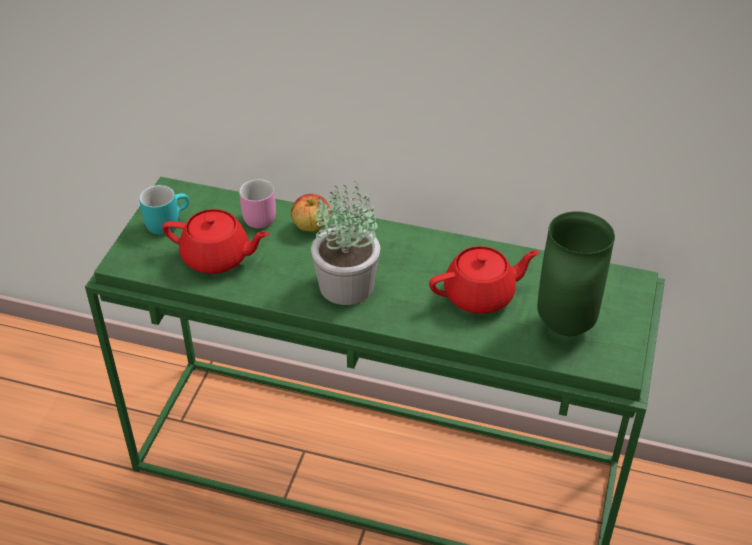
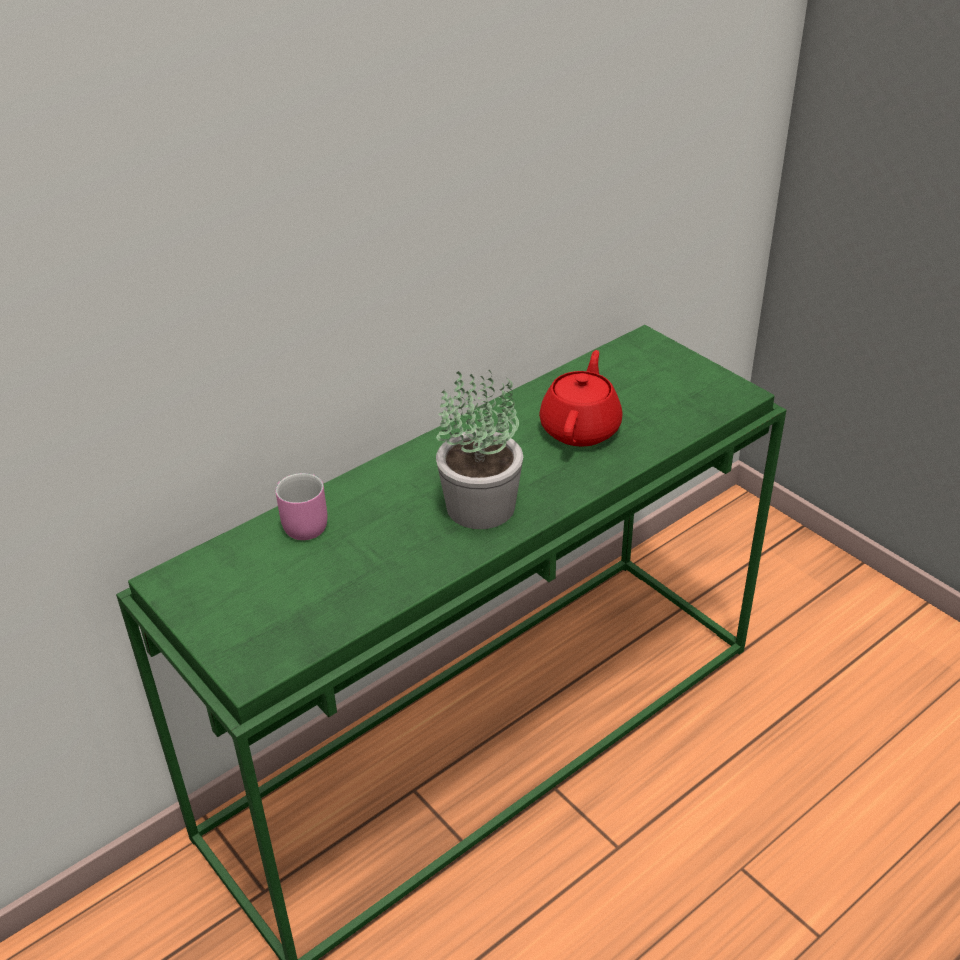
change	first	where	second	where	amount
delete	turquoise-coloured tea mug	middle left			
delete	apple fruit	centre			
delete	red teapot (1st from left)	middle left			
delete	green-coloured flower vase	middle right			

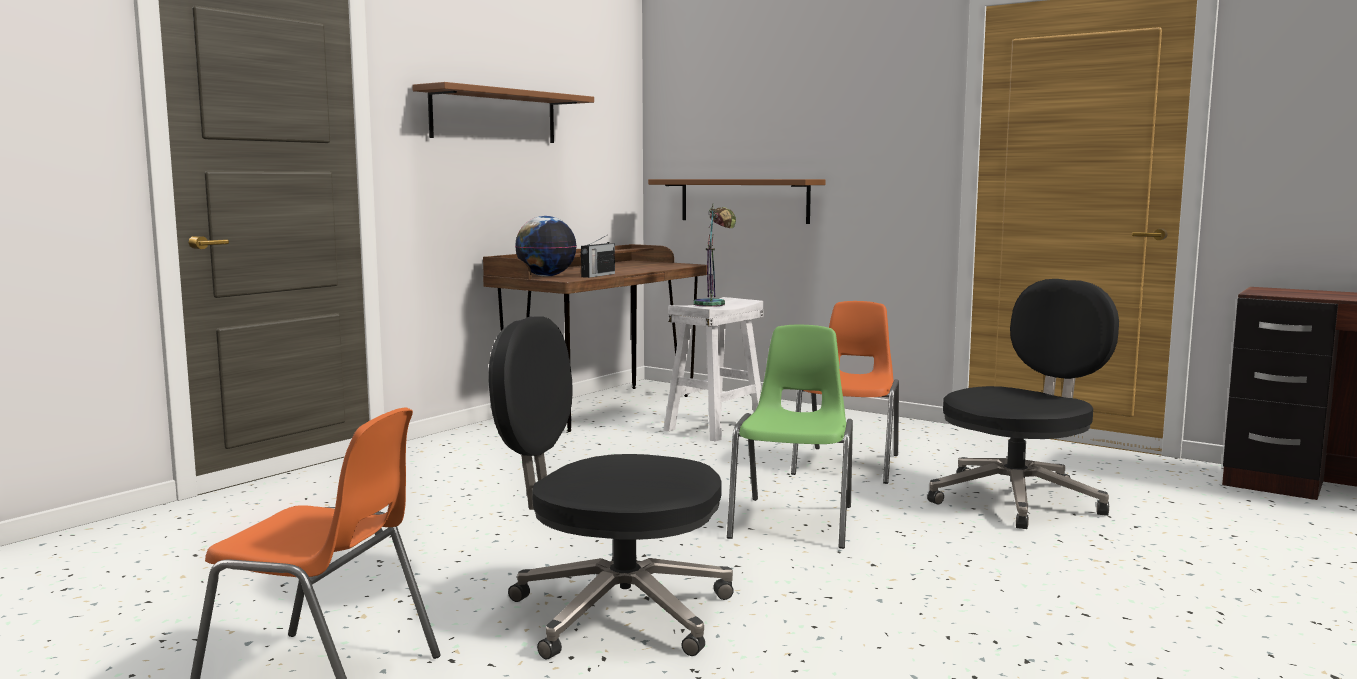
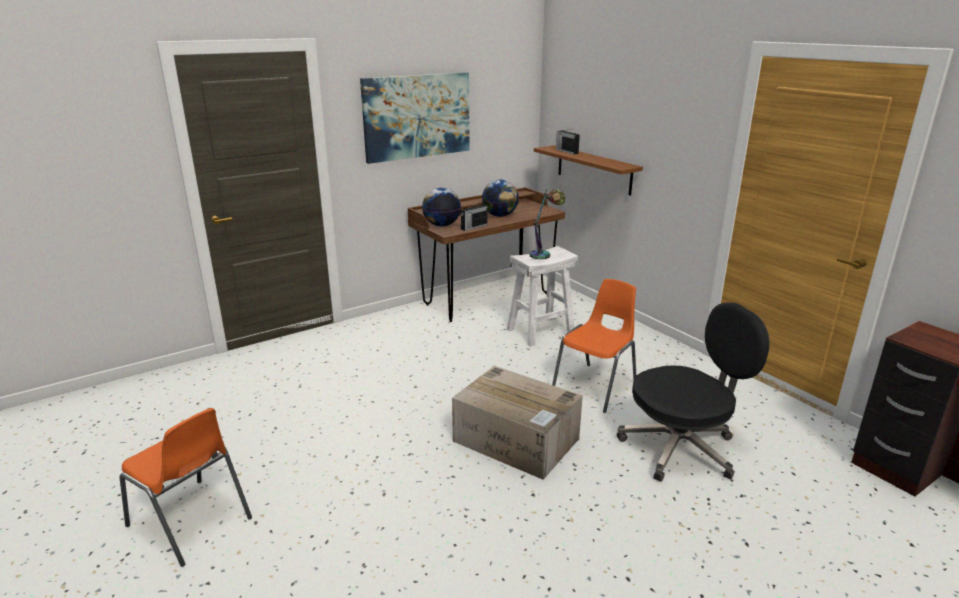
change	first	where	second	where	amount
replace	brown-coloured shelf (1st from left)	top centre	wall picture	top centre	
delete	blackish desk chair (1st from left)	bottom centre			
replace	green-coloured upright chair	centre	packing box	bottom centre	
insert			radio (2nd from left)	top centre	
insert			world globe (2nd from left)	top centre	

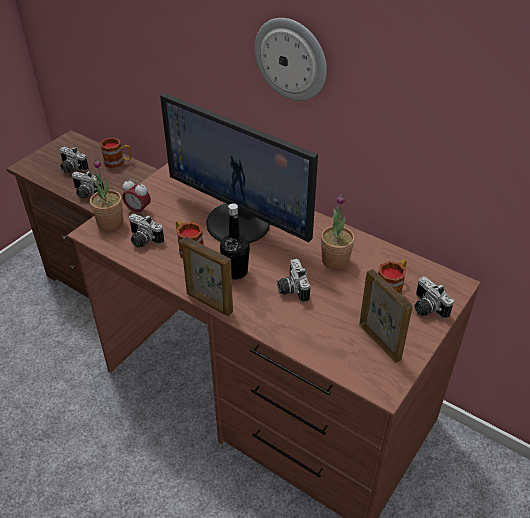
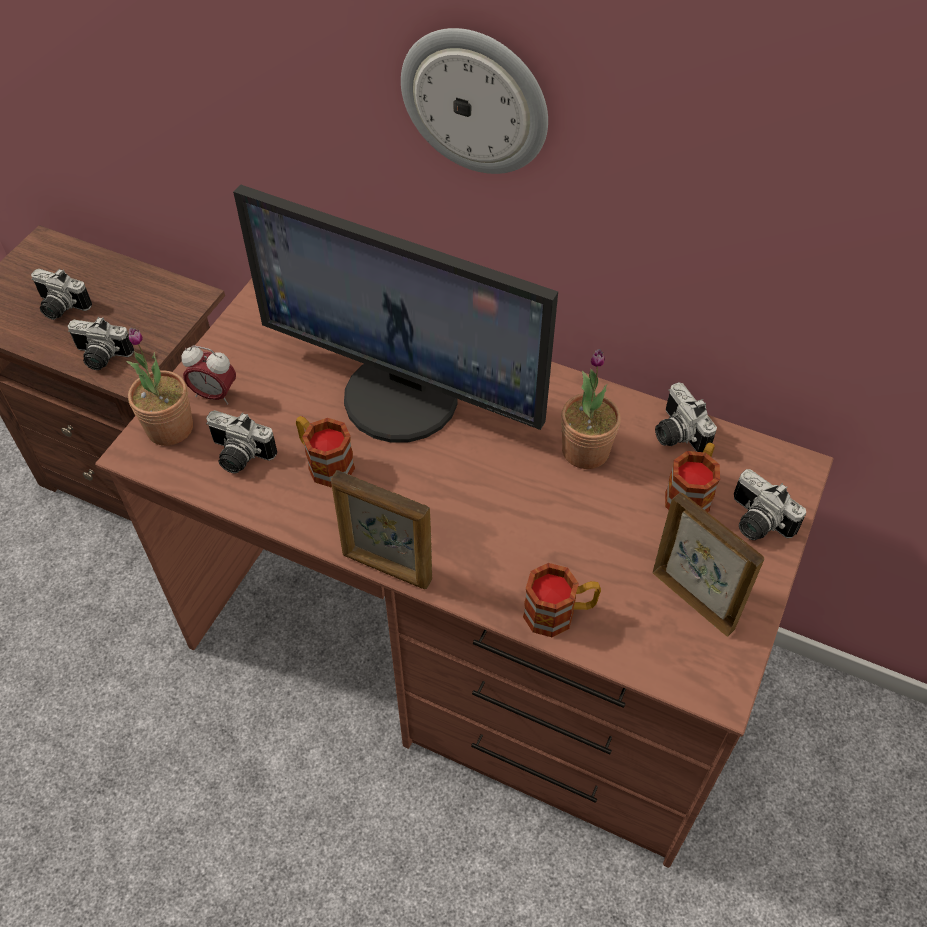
change	first	where	second	where	amount
move	tea mug (1st from left in the first image)	top left	tea mug (2nd from left)	centre	
delete	blackish bottle	centre			
move	still camera (4th from left)	centre		middle right	

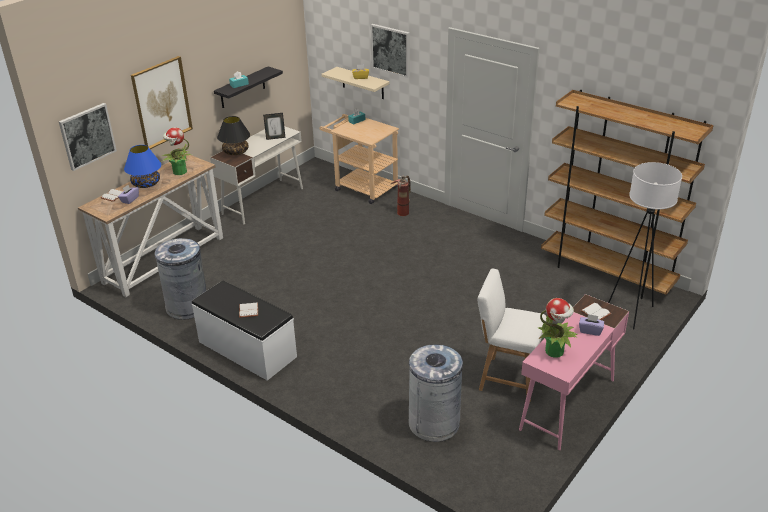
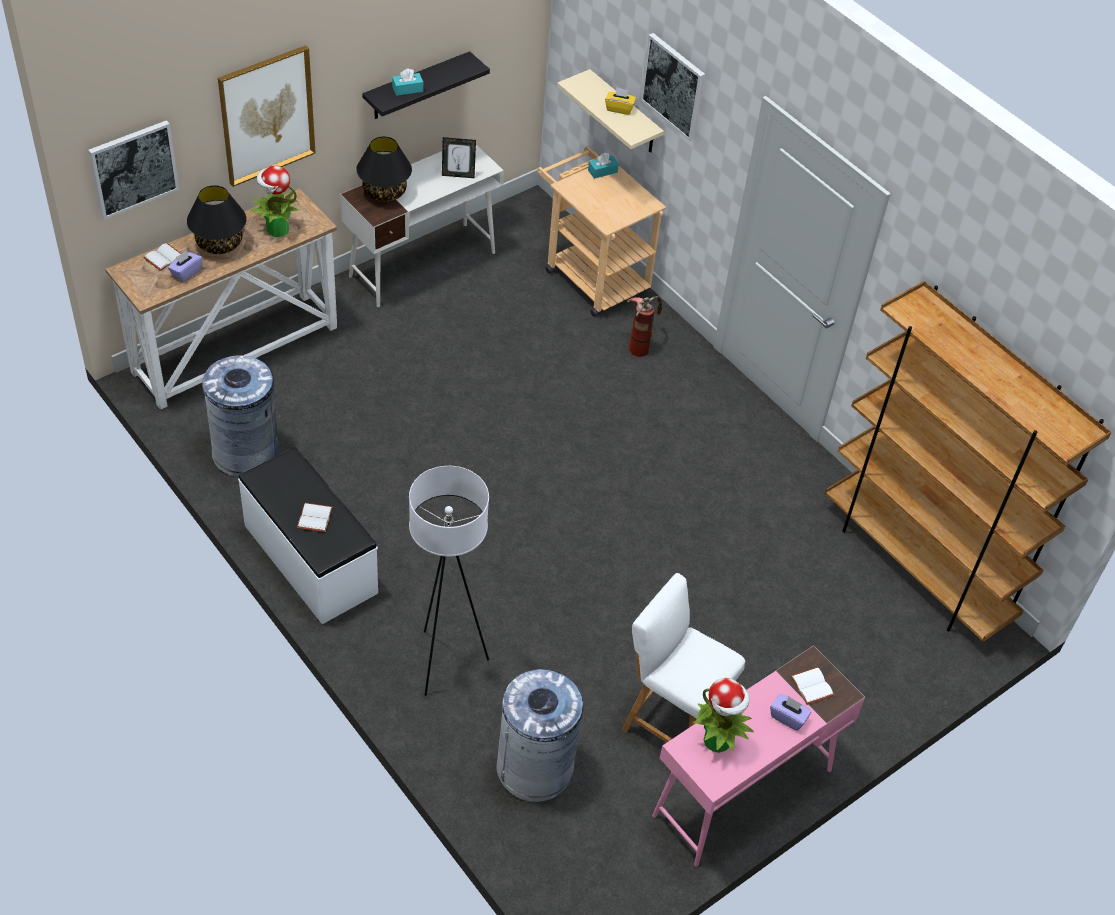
change	first	where	second	where	amount
recolor	bluish table lamp	top left	blackish table lamp (1st from left)	top left	
move	whitish floor lamp	middle right		centre	

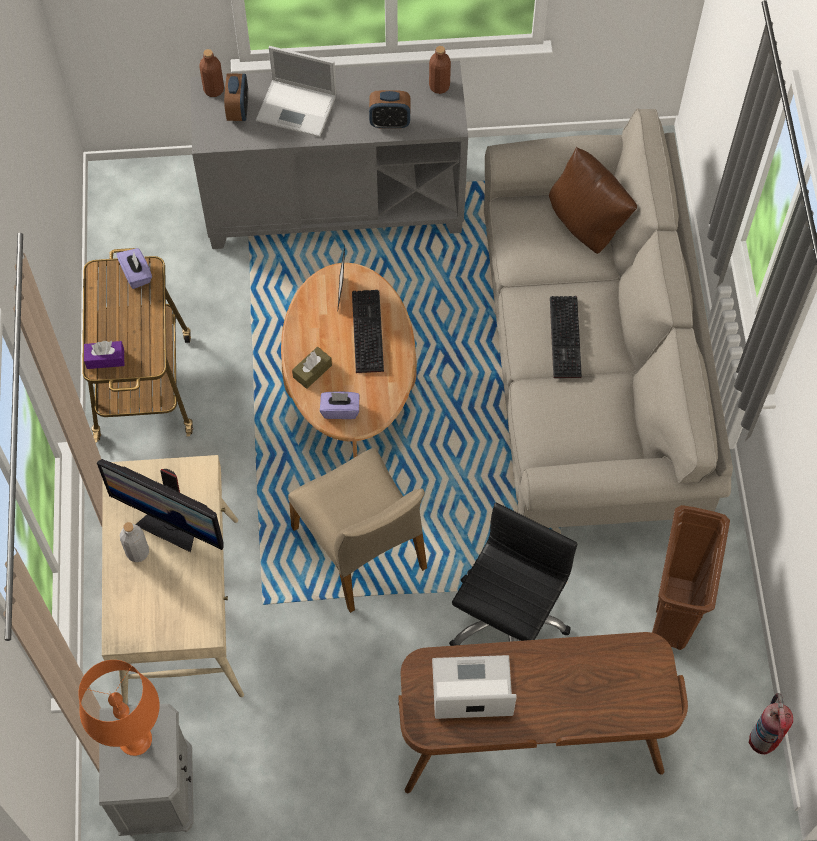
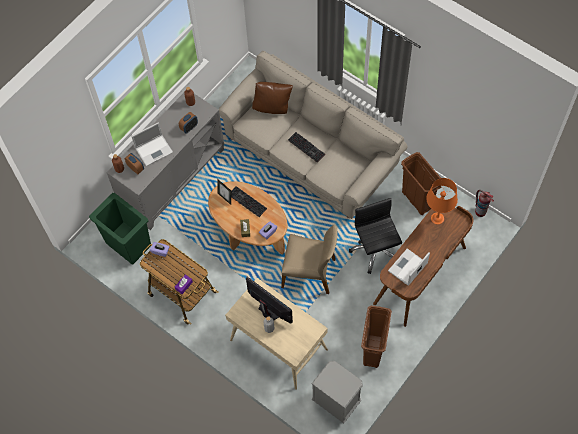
change	first	where	second	where	amount
rotate	computer screen	middle left		bottom centre	120 degrees counterclockwise
move	orange table lamp	bottom left		middle right	
insert			green-coloured waste bin	middle left	
insert			brown-coloured waste bin (1st from left)	bottom centre	

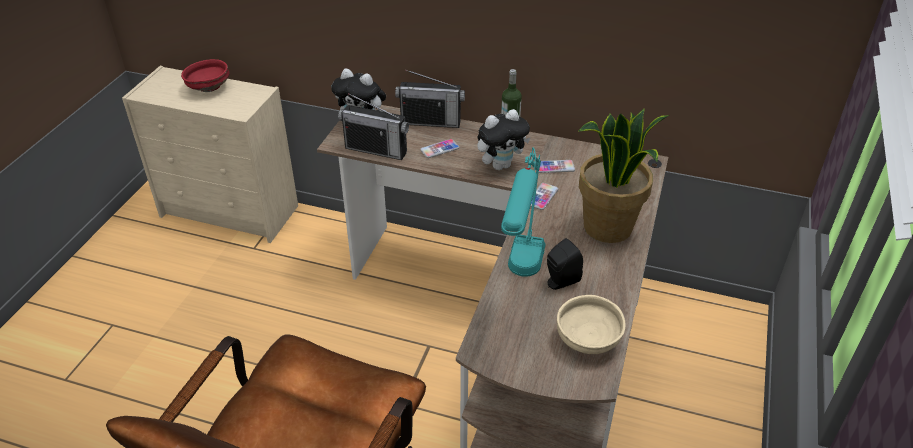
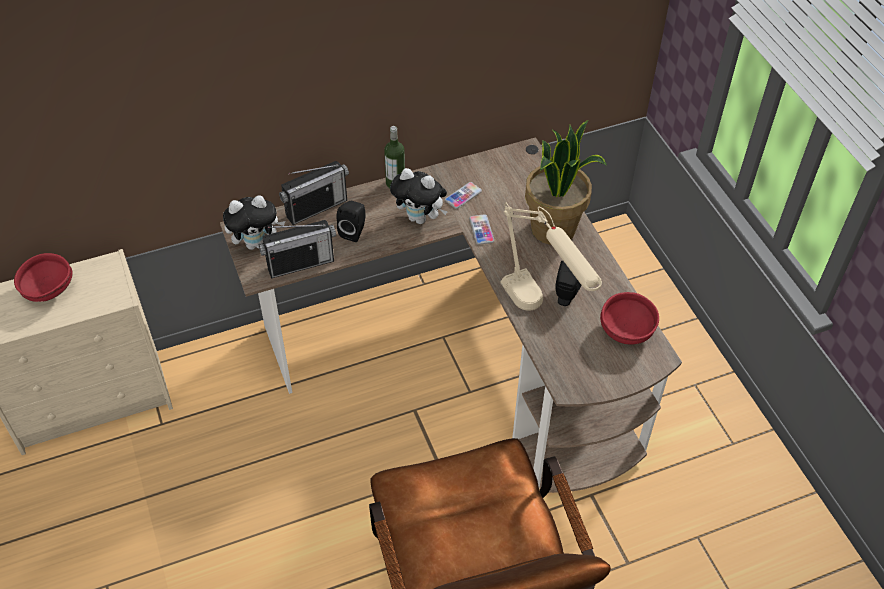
change	first	where	second	where	amount
rotate	plush toy (2nd from left)	top centre		top centre	90 degrees clockwise
replace	telephone (1st from left)	top centre	blackish loudspeaker (1st from left)	centre	
recolor	turquoise-coloured table lamp	centre	beige-coloured table lamp	centre	
recolor	beige-coloured serving bowl	bottom centre	red serving bowl (2nd from left)	middle right	

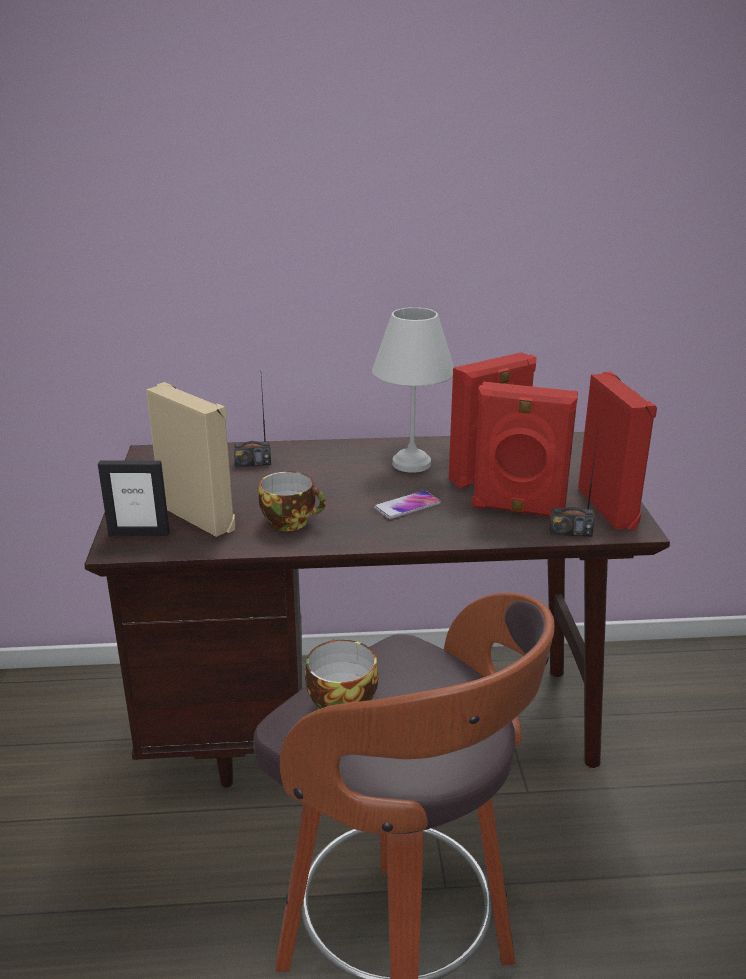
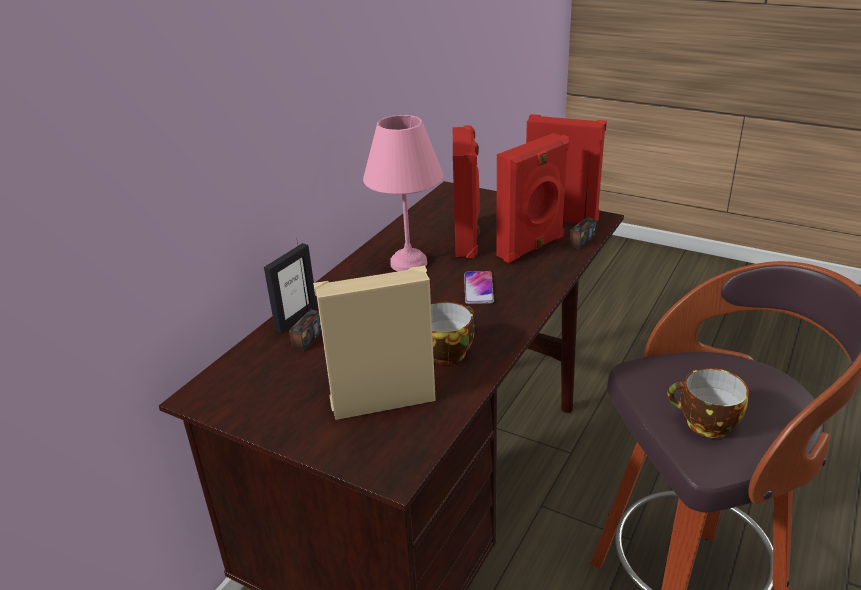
change	first	where	second	where	amount
recolor	whitish table lamp	centre	pinkish table lamp	top centre	
move	photo frame	middle left		centre	

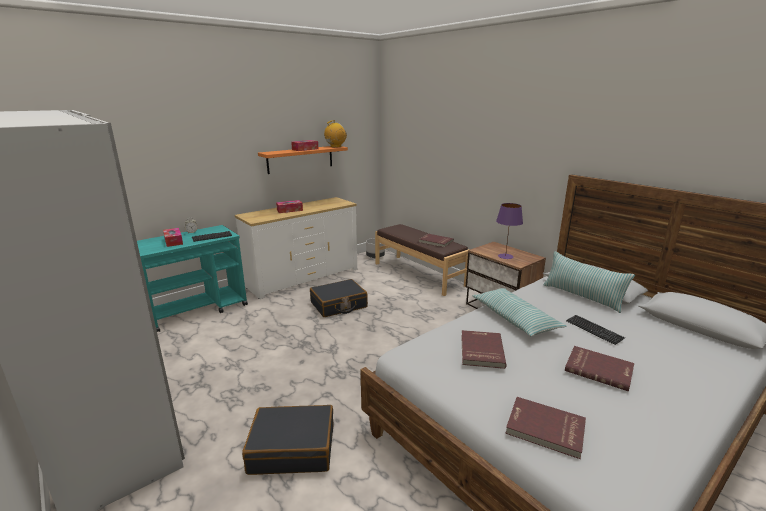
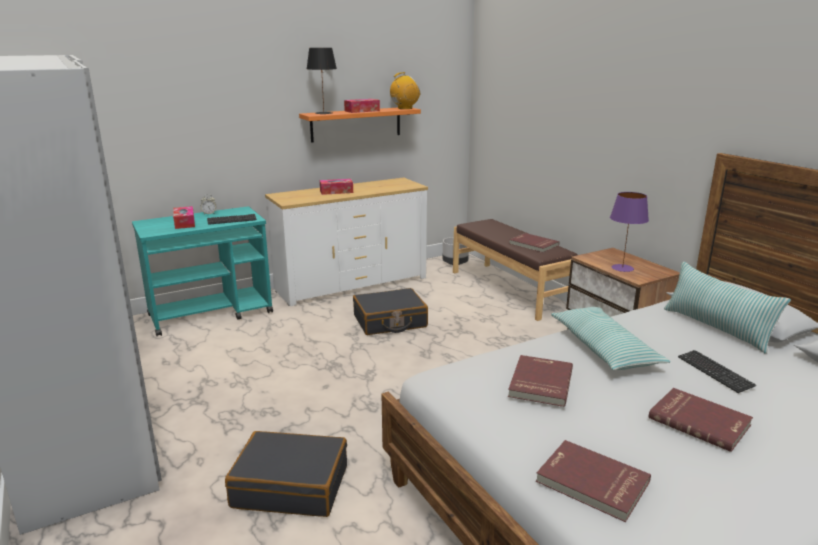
change	first	where	second	where	amount
insert			blackish table lamp	top centre	

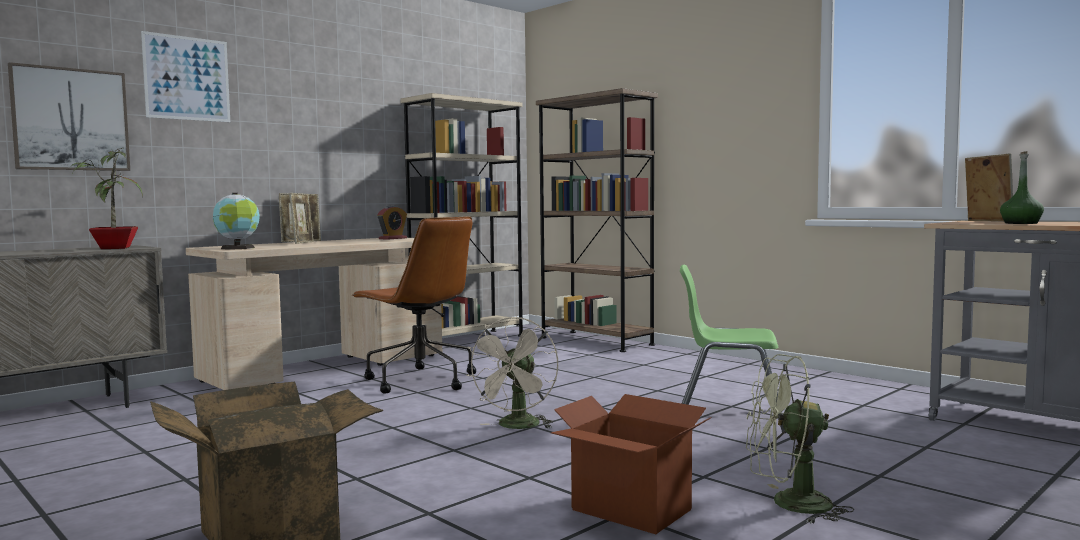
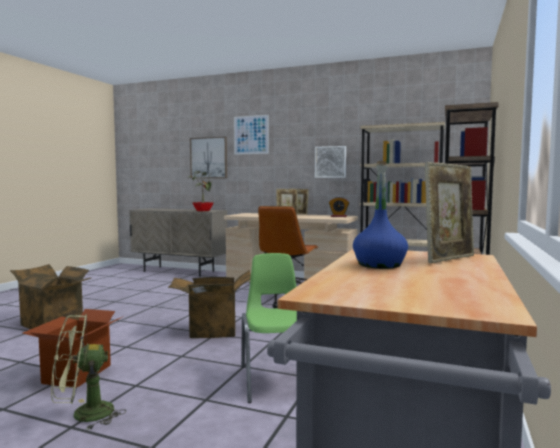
change	first	where	second	where	amount
recolor	green-coloured bottle	middle right	bluish bottle	middle right	
delete	world globe	middle left			
replace	beige-coloured electric fan	bottom centre	packing box (3rd from left)	bottom centre	
rotate	green-coloured electric fan	bottom right		bottom left	90 degrees counterclockwise
insert			wall picture (3rd from left)	centre	

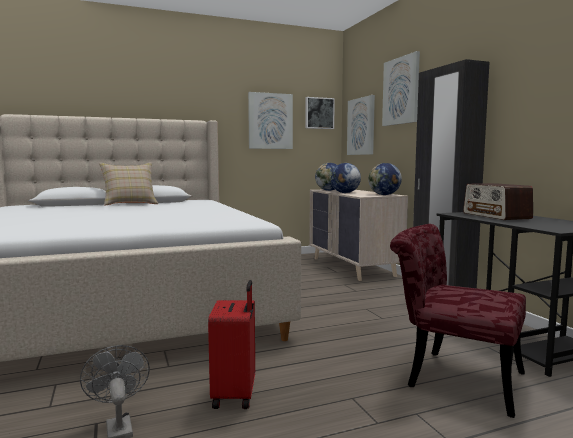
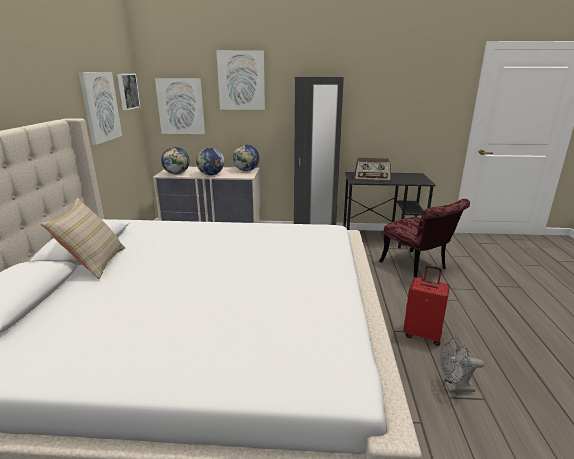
change	first	where	second	where	amount
rotate	red upright chair	bottom right		middle right	90 degrees counterclockwise

